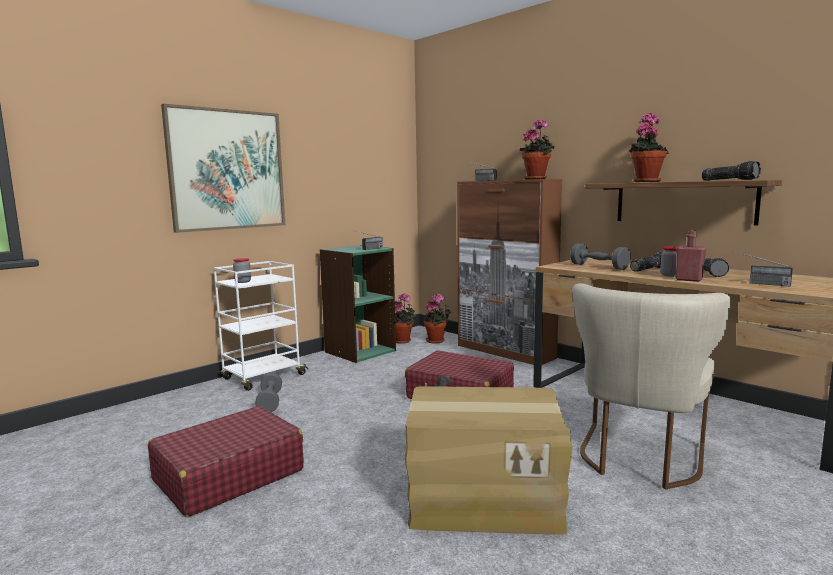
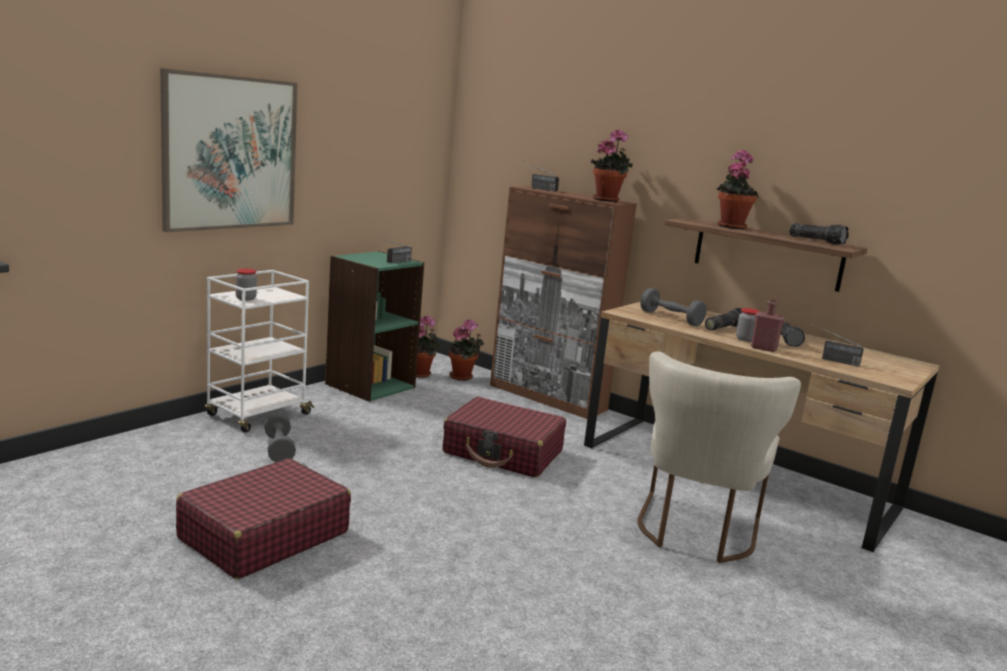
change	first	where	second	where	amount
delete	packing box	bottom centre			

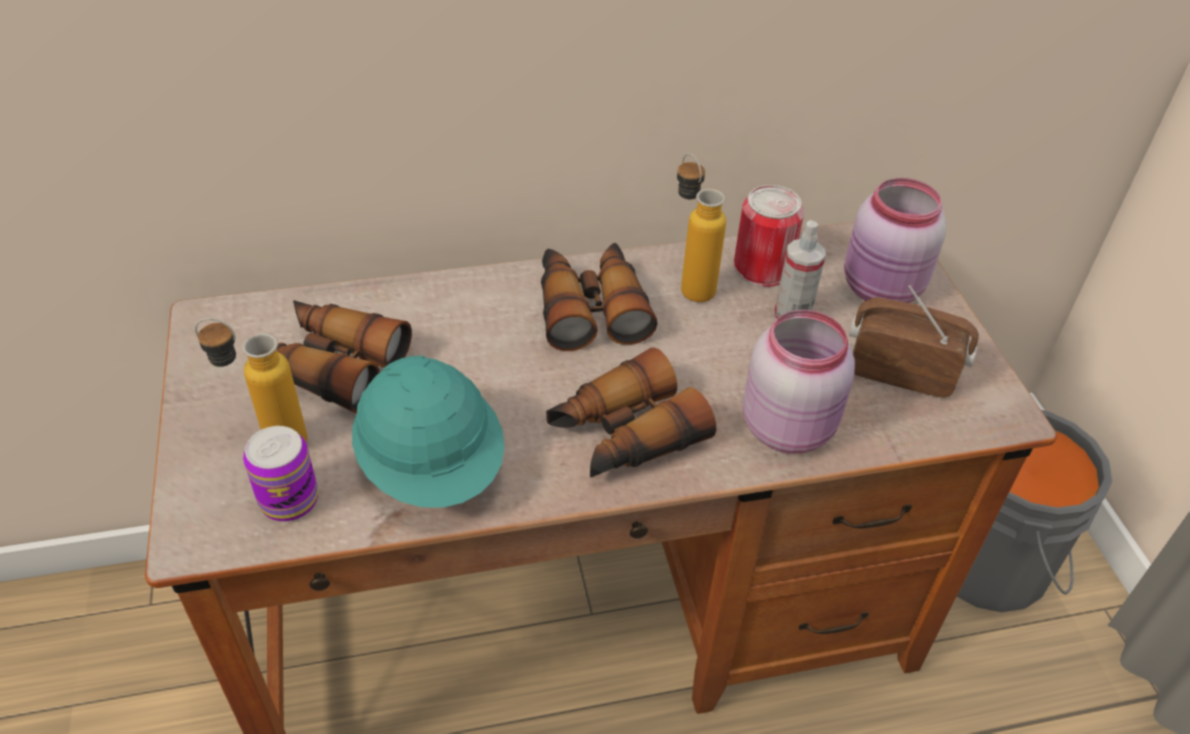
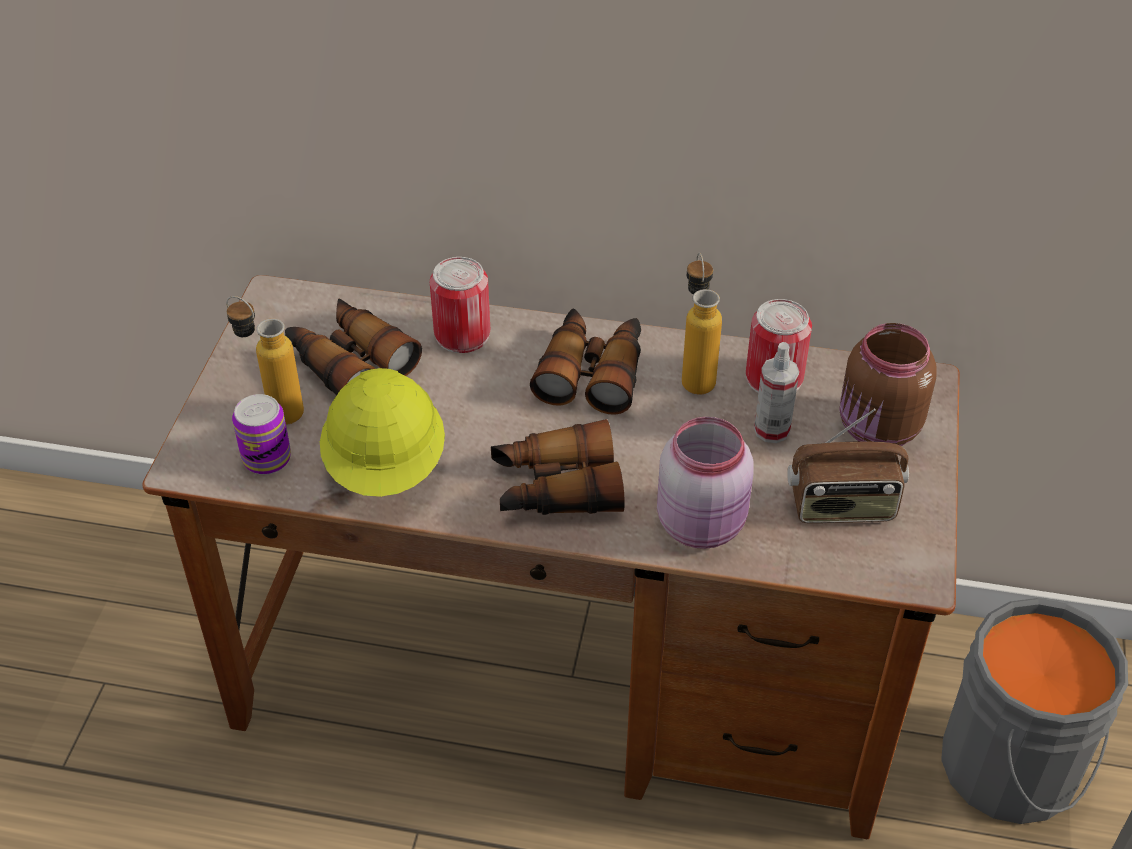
change	first	where	second	where	amount
recolor	pinkish storage jar (2nd from left)	top right	brown-coloured storage jar	middle right	
rotate	radio	middle right		middle right	135 degrees clockwise
recolor	turquoise-coloured work helmet	centre	yellow work helmet	centre	
insert			can (2nd from left)	centre	

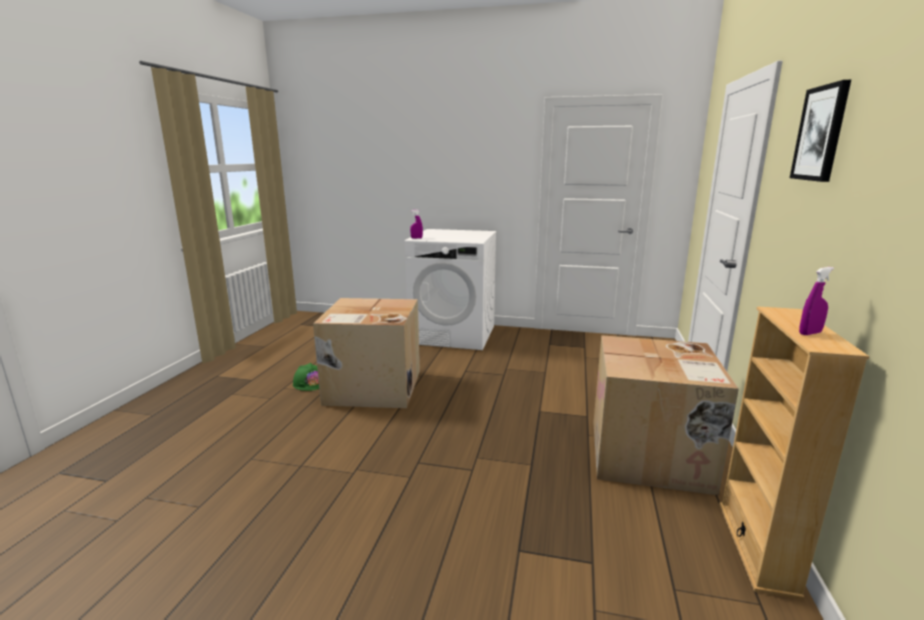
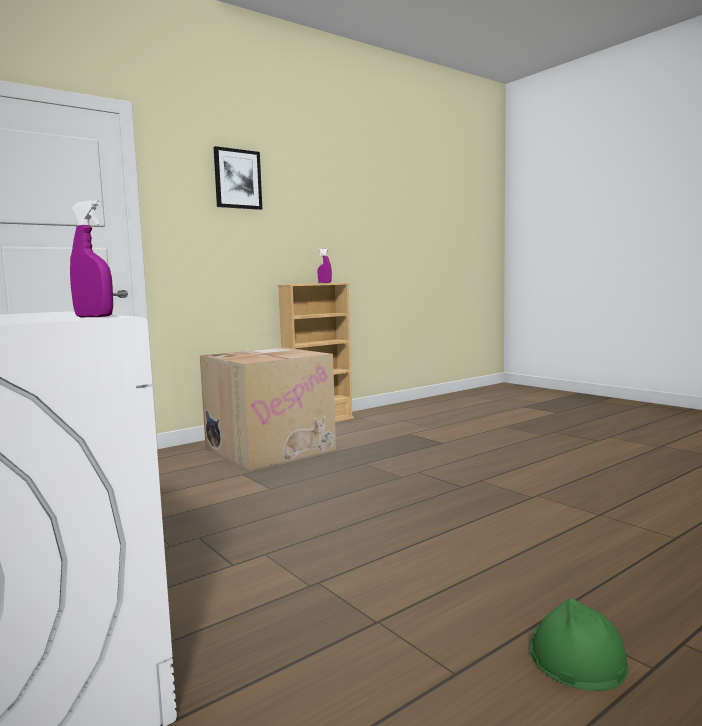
change	first	where	second	where	amount
delete	packing box (1st from left)	centre			

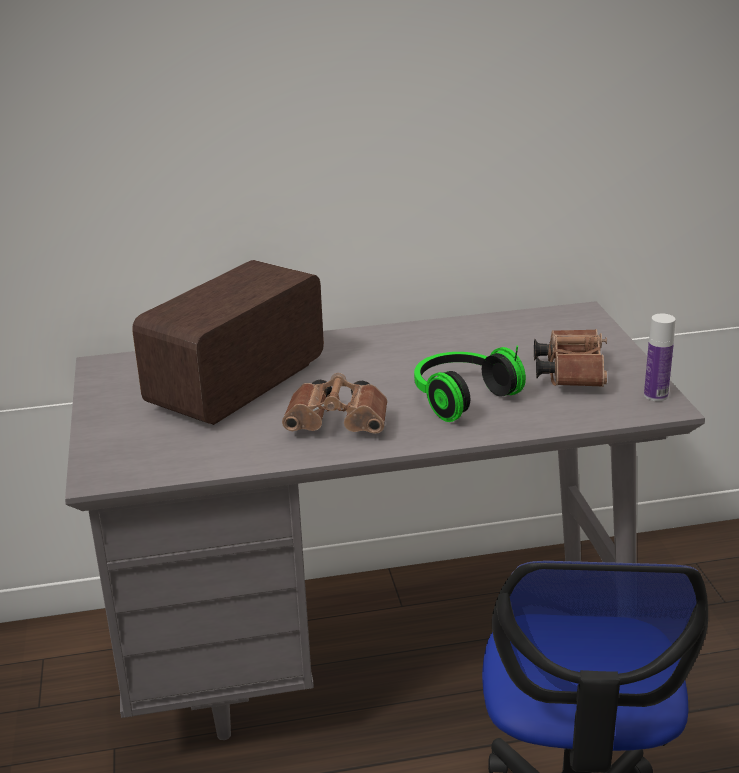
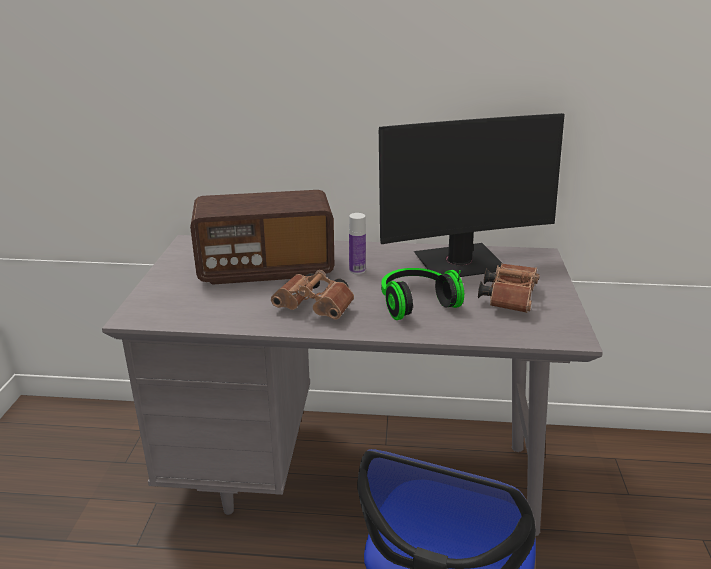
change	first	where	second	where	amount
rotate	radio	middle left		centre	150 degrees counterclockwise
move	bottle	middle right		centre	
insert			computer screen	centre	

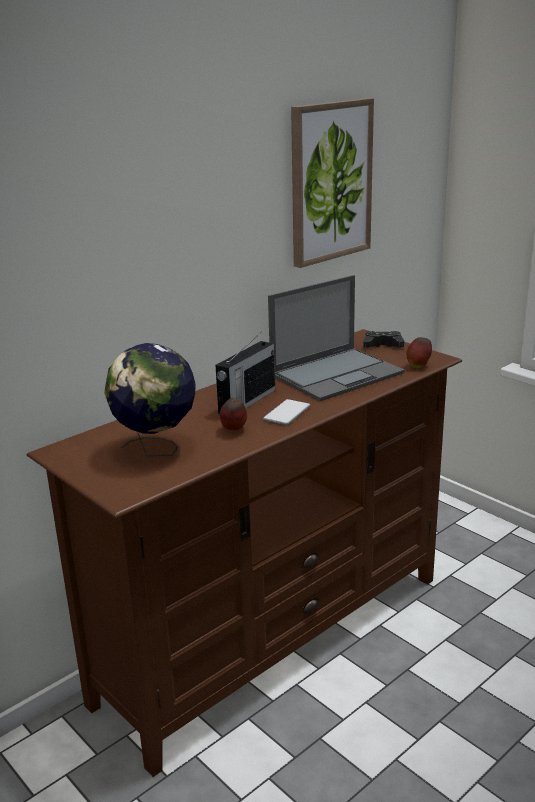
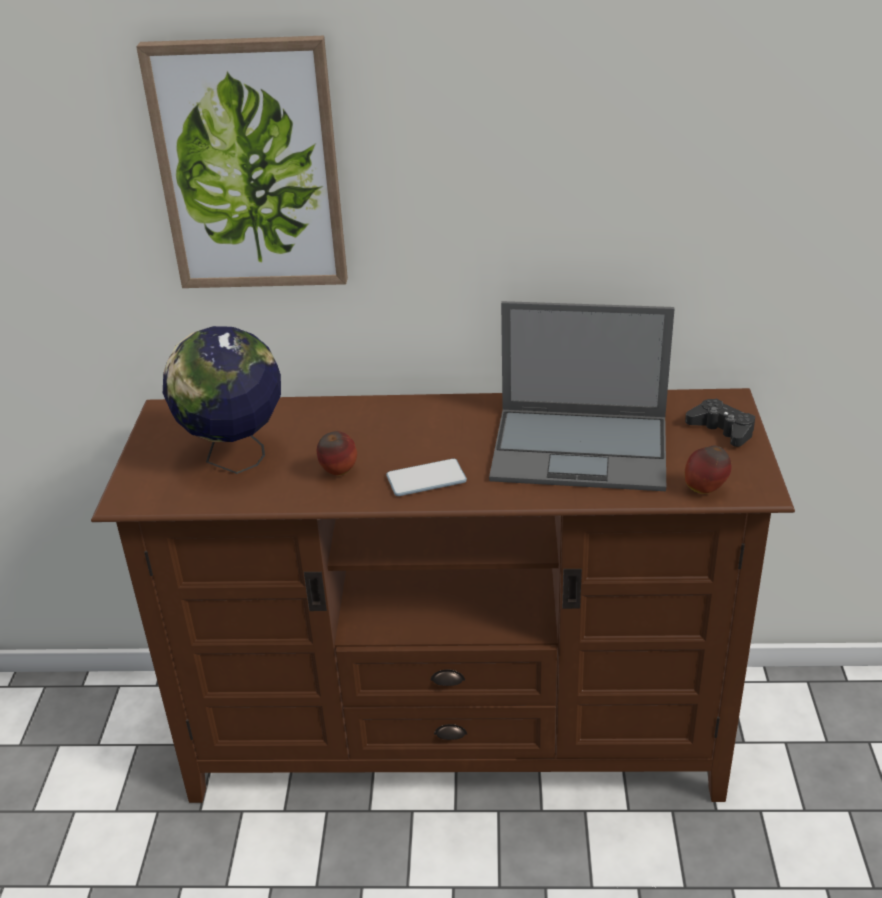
change	first	where	second	where	amount
move	wall picture	top centre		top left	
delete	radio	centre			

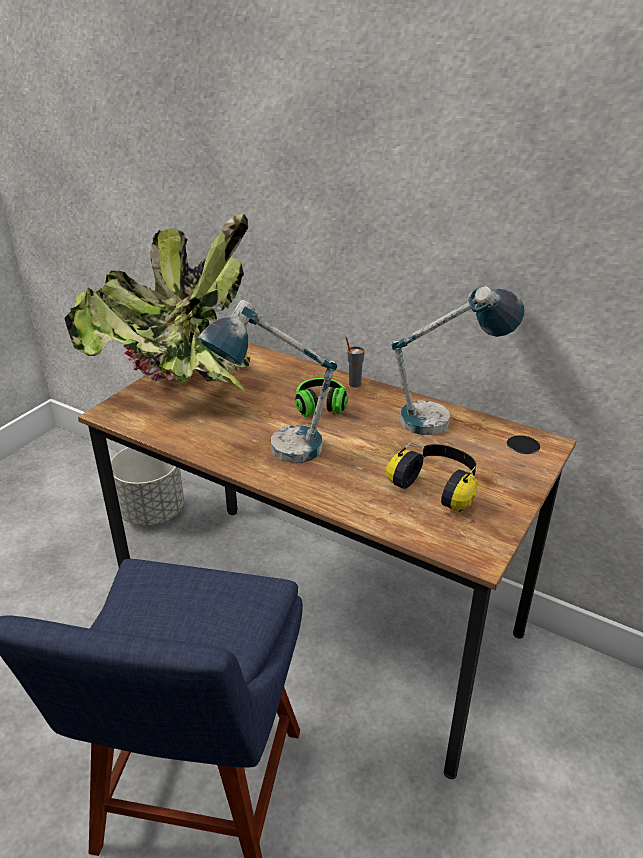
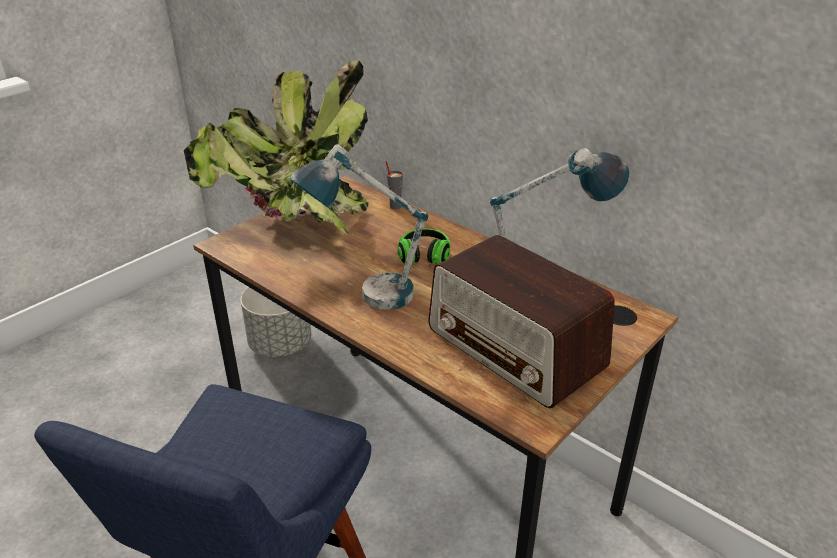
change	first	where	second	where	amount
move	grey drinking cup	centre		top centre	
replace	headphones (2nd from left)	middle right	radio	centre	

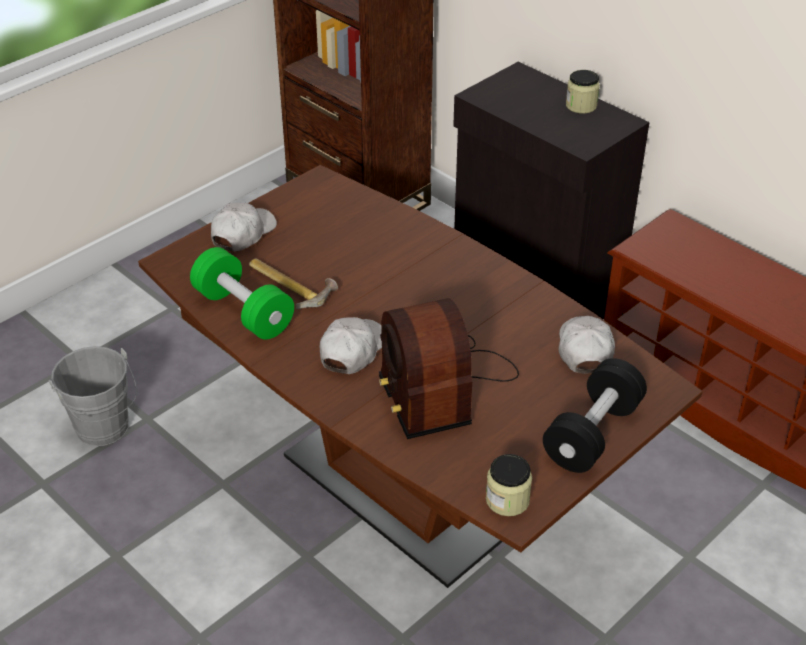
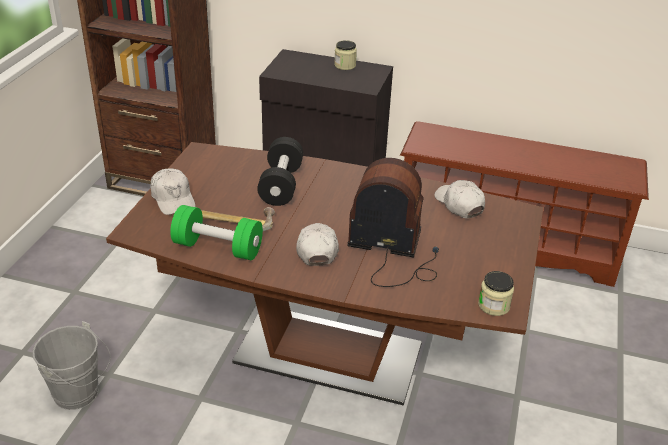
change	first	where	second	where	amount
rotate	whitish peaked cap (1st from left)	middle left		middle left	150 degrees clockwise
rotate	radio	centre		centre	150 degrees clockwise
move	blackish free weight	middle right		centre	

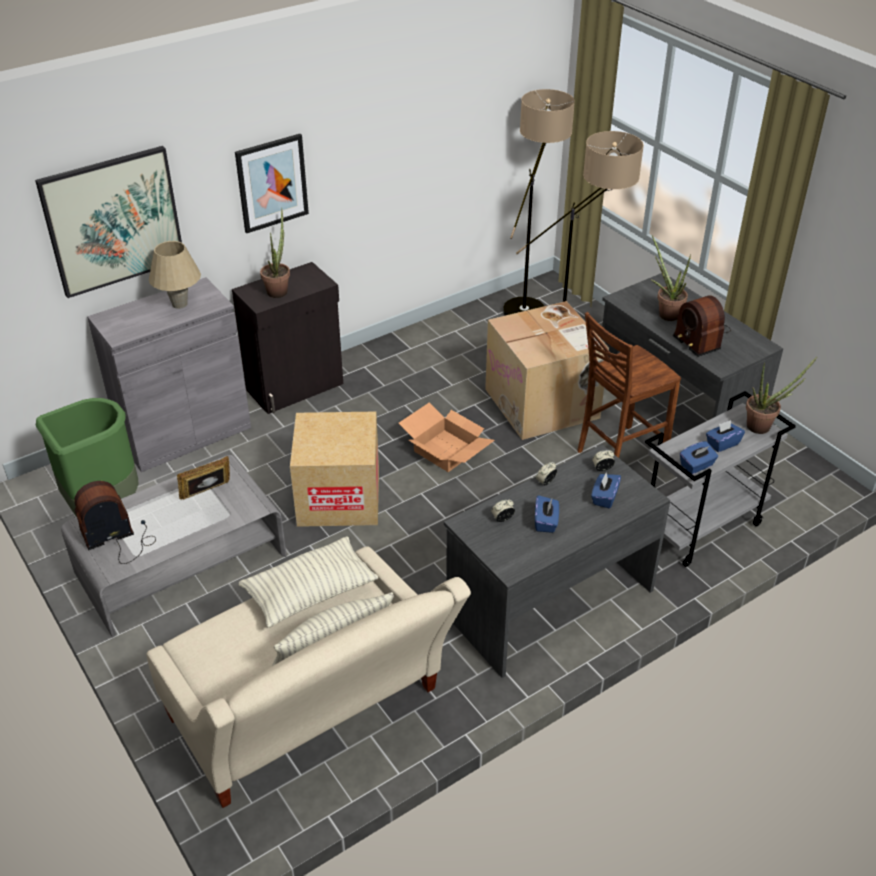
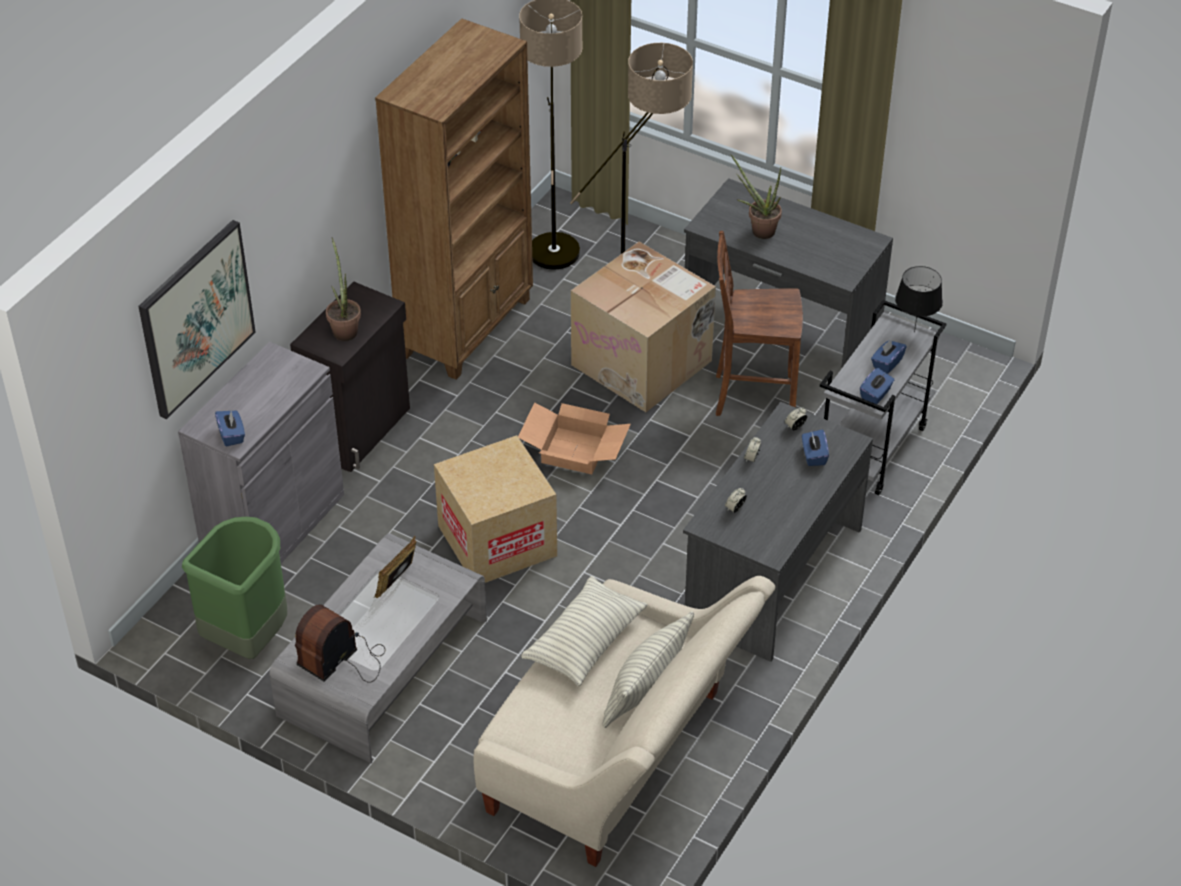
change	first	where	second	where	amount
delete	wall picture (2nd from left)	top left			
delete	beige-coloured table lamp	top left			
delete	radio (2nd from left)	middle right			
rotate	brown-coloured upright chair	middle right		centre	60 degrees clockwise
replace	potted plant (3rd from left)	middle right	blackish table lamp	middle right	
move	bluish tissue holder (1st from left)	centre		middle left	
insert			brown-coloured bookcase	top centre	

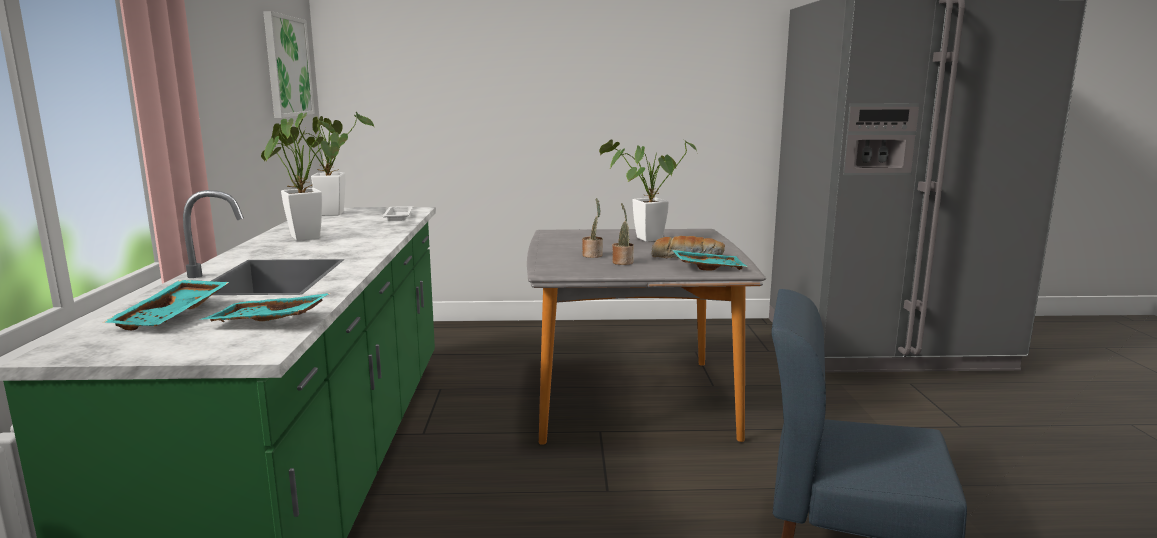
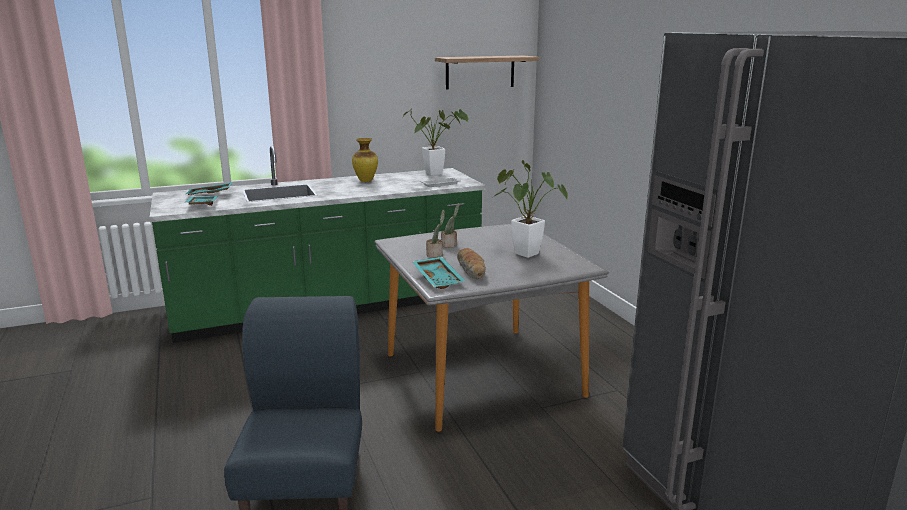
change	first	where	second	where	amount
replace	wall picture	top left	shelf	top centre	
replace	potted plant (1st from left)	top left	flower vase	top centre	

